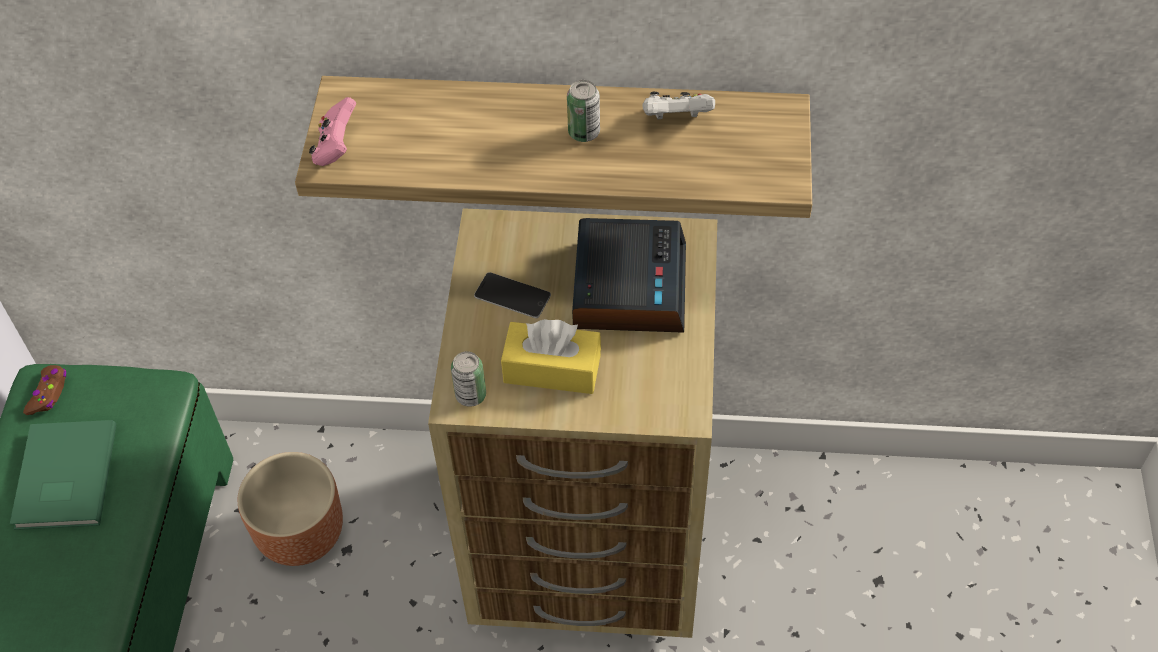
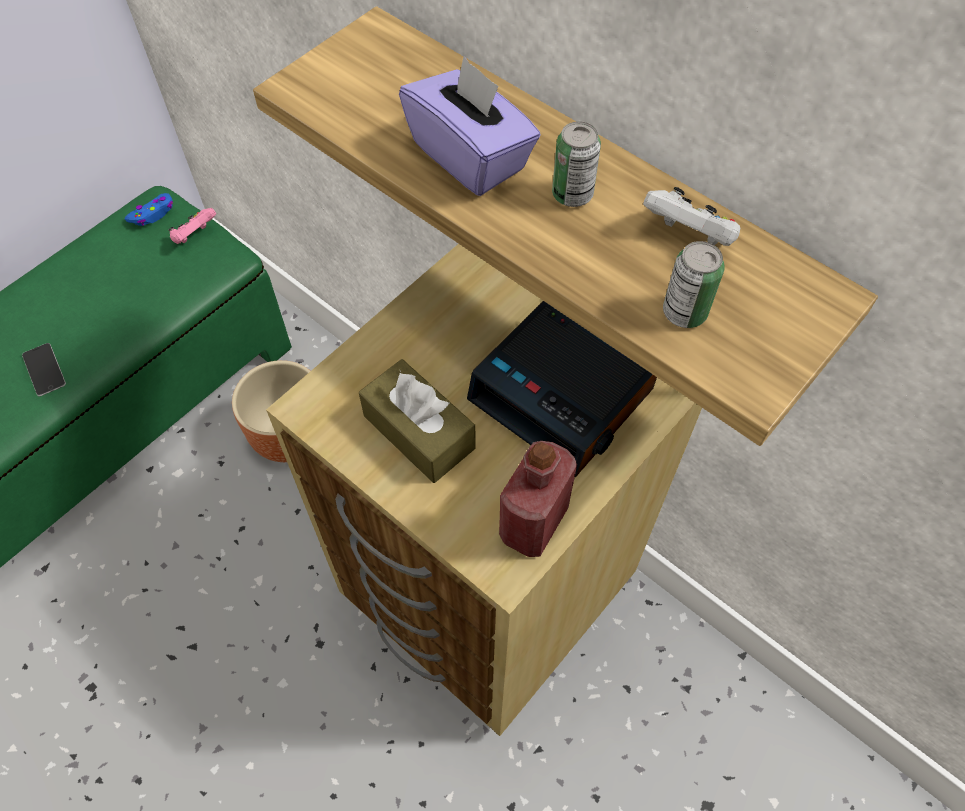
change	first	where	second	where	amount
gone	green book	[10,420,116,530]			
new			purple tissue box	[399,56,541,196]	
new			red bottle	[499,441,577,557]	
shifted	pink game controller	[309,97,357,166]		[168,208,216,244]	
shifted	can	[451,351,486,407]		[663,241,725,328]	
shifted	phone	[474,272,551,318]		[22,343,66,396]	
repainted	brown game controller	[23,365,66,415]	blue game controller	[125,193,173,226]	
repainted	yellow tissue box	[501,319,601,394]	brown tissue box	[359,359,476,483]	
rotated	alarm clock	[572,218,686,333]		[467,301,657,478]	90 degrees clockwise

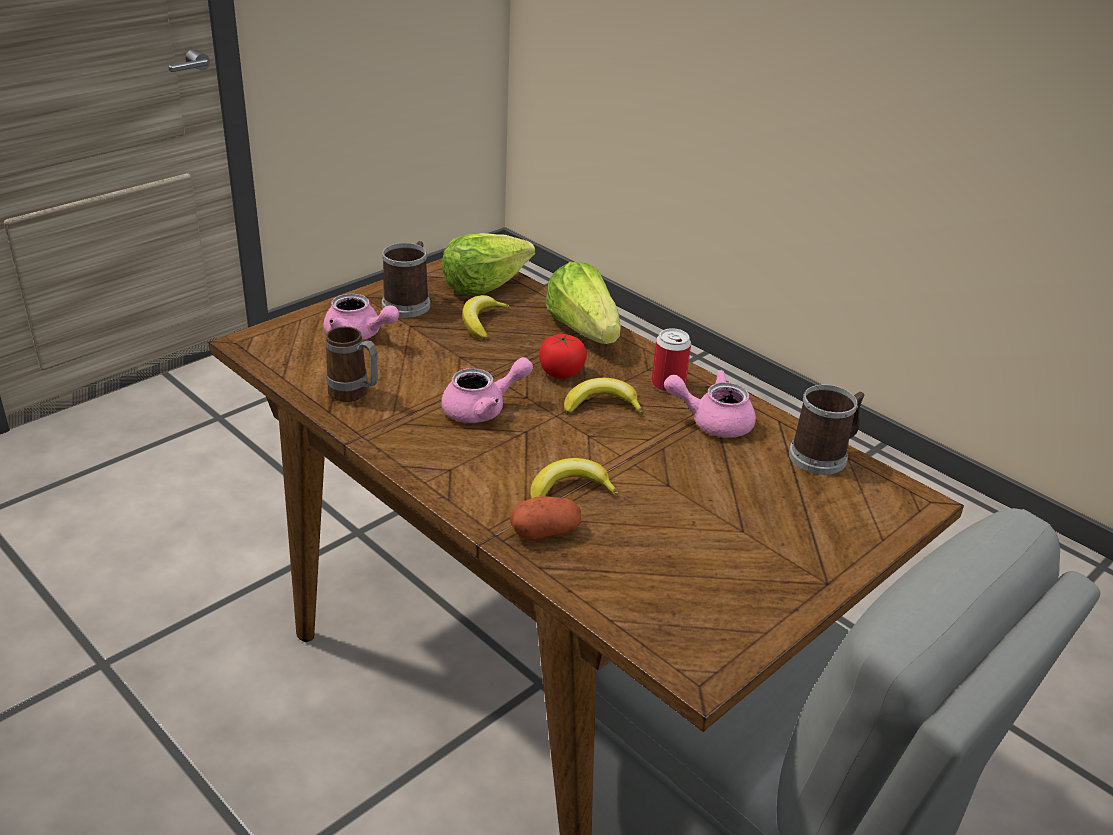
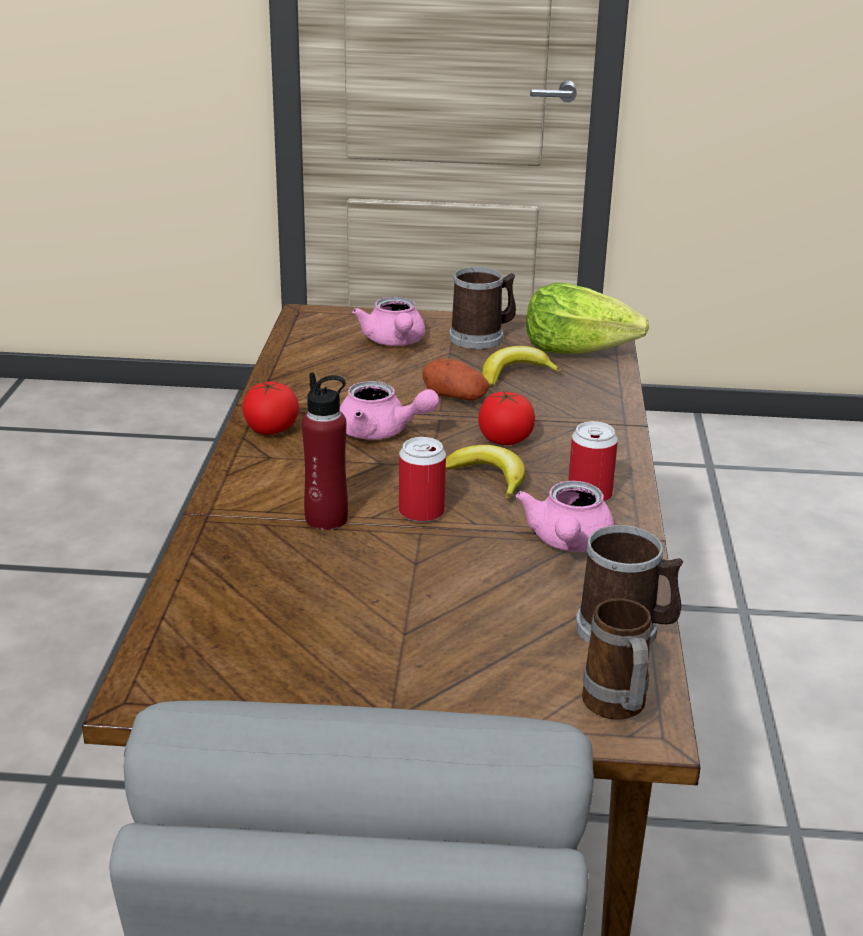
change	first	where	second	where	amount
gone	lettuce	[545,262,621,344]			
new			tomato	[242,381,299,435]	
new			can	[399,437,446,522]	
shifted	mug	[326,326,378,402]		[582,598,652,719]	
shifted	potato	[510,496,581,541]		[422,359,489,401]	
swapped	banana	[530,458,618,498]	red bottle	[302,372,348,530]	
rotated	pink teapot	[664,370,756,438]		[516,481,614,552]	135 degrees counterclockwise

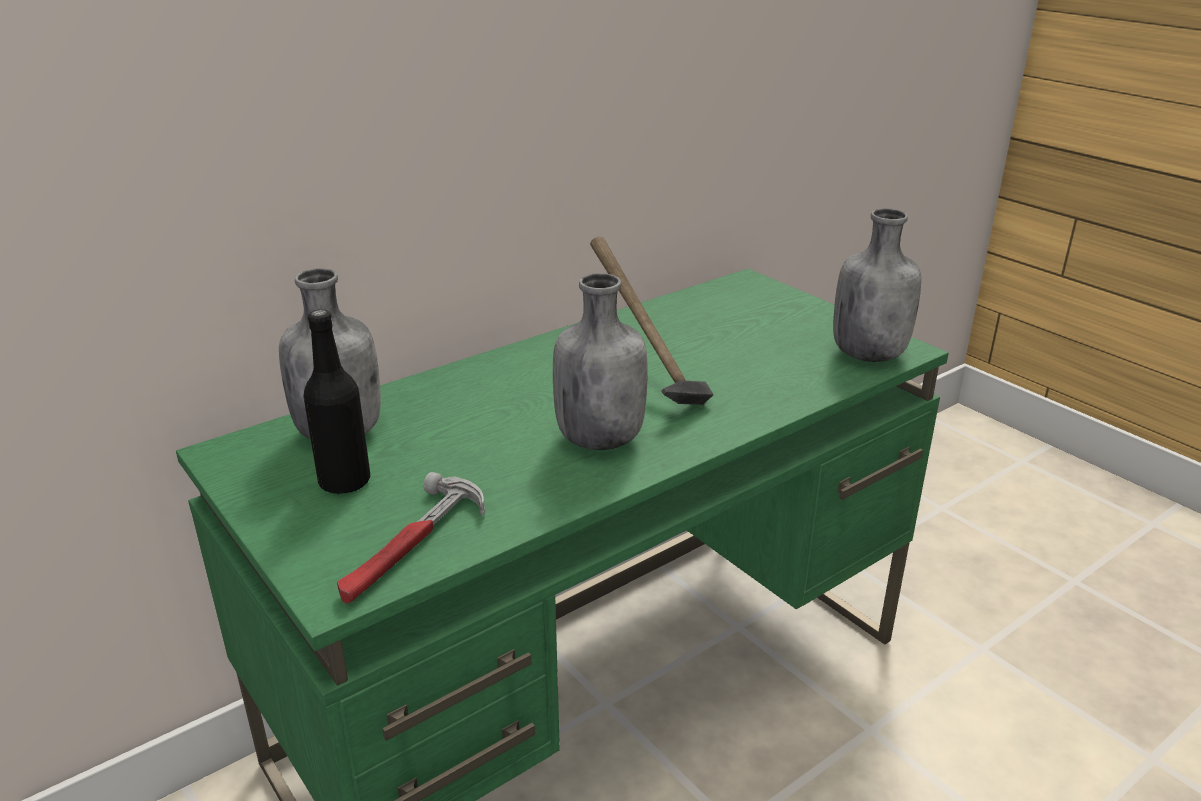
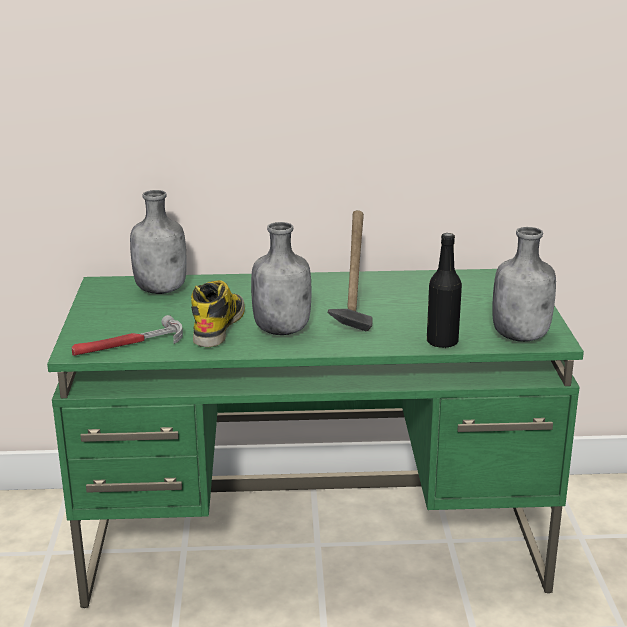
change	first	where	second	where	amount
new			boot	[191,280,245,347]	
shifted	black bottle	[303,309,370,494]		[427,233,462,348]	

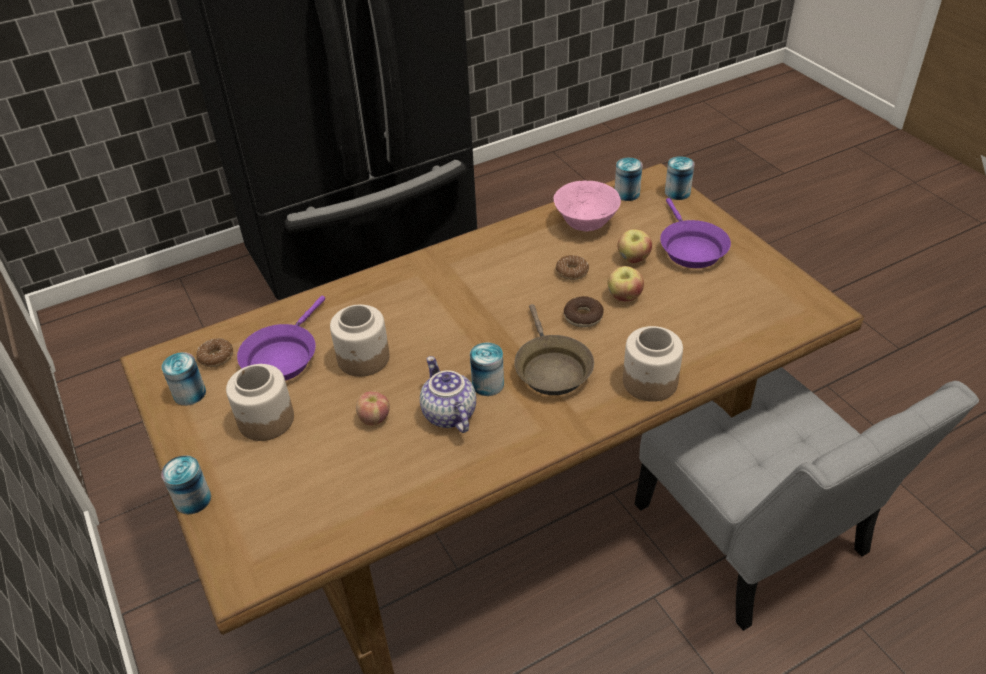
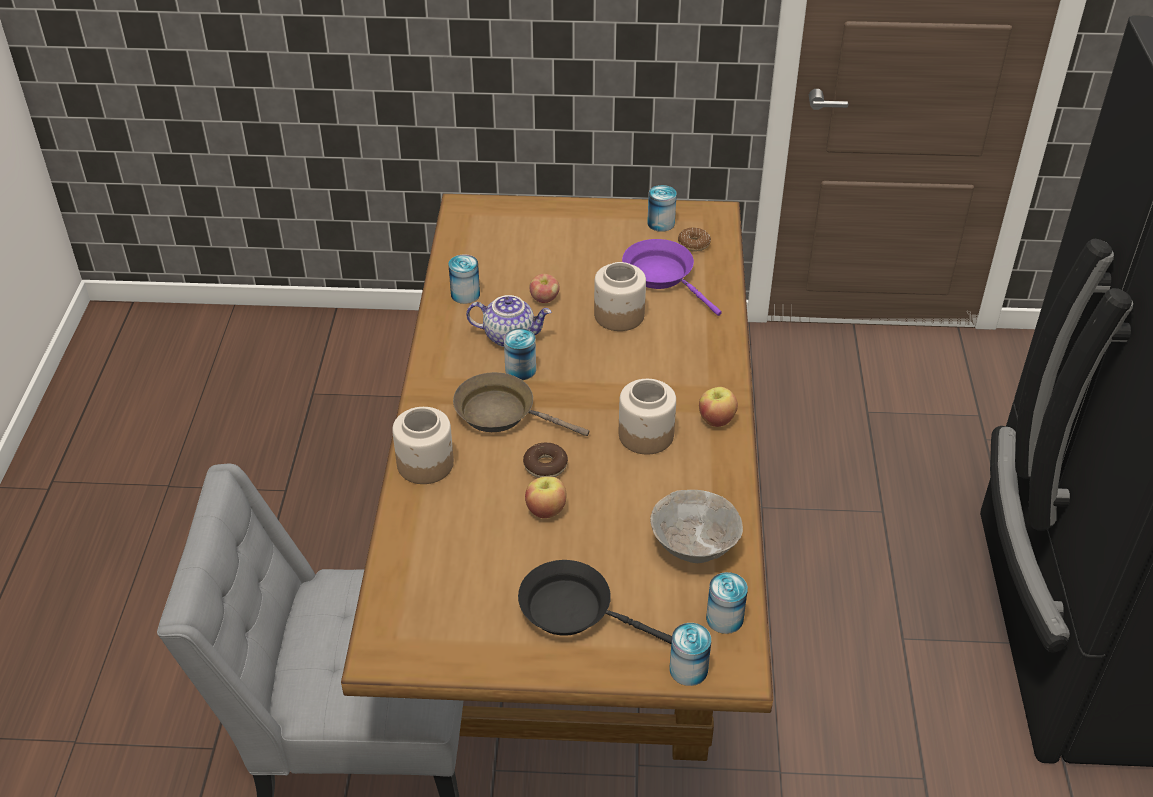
change	first	where	second	where	amount
gone	donut	[556,255,589,280]			
shifted	can	[161,455,211,514]		[449,254,480,304]	
shifted	jar	[226,364,294,441]		[619,379,676,454]	
shifted	apple	[617,229,652,263]		[699,387,738,427]	
repainted	pink bowl	[554,180,621,231]	grey bowl	[650,490,743,563]	
repainted	purple frying pan	[660,198,731,268]	black frying pan	[518,560,672,644]	

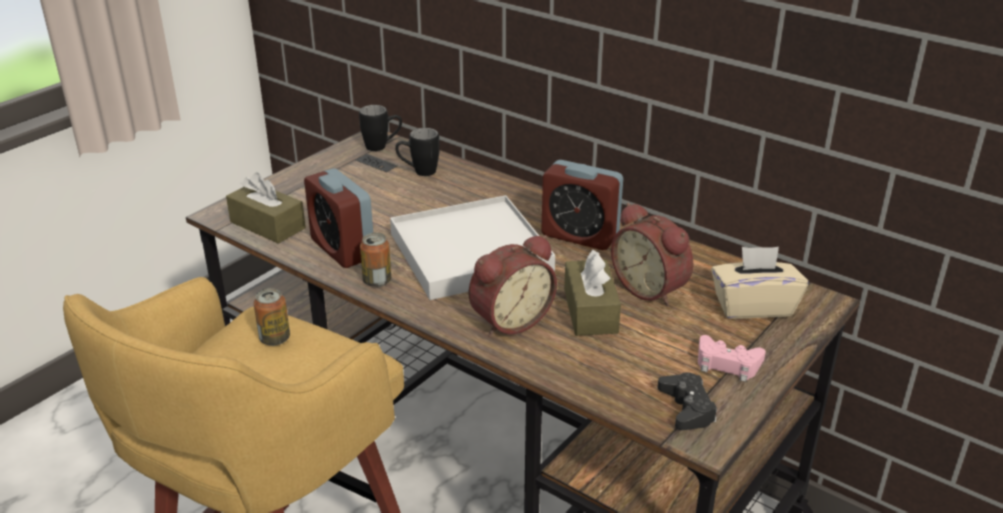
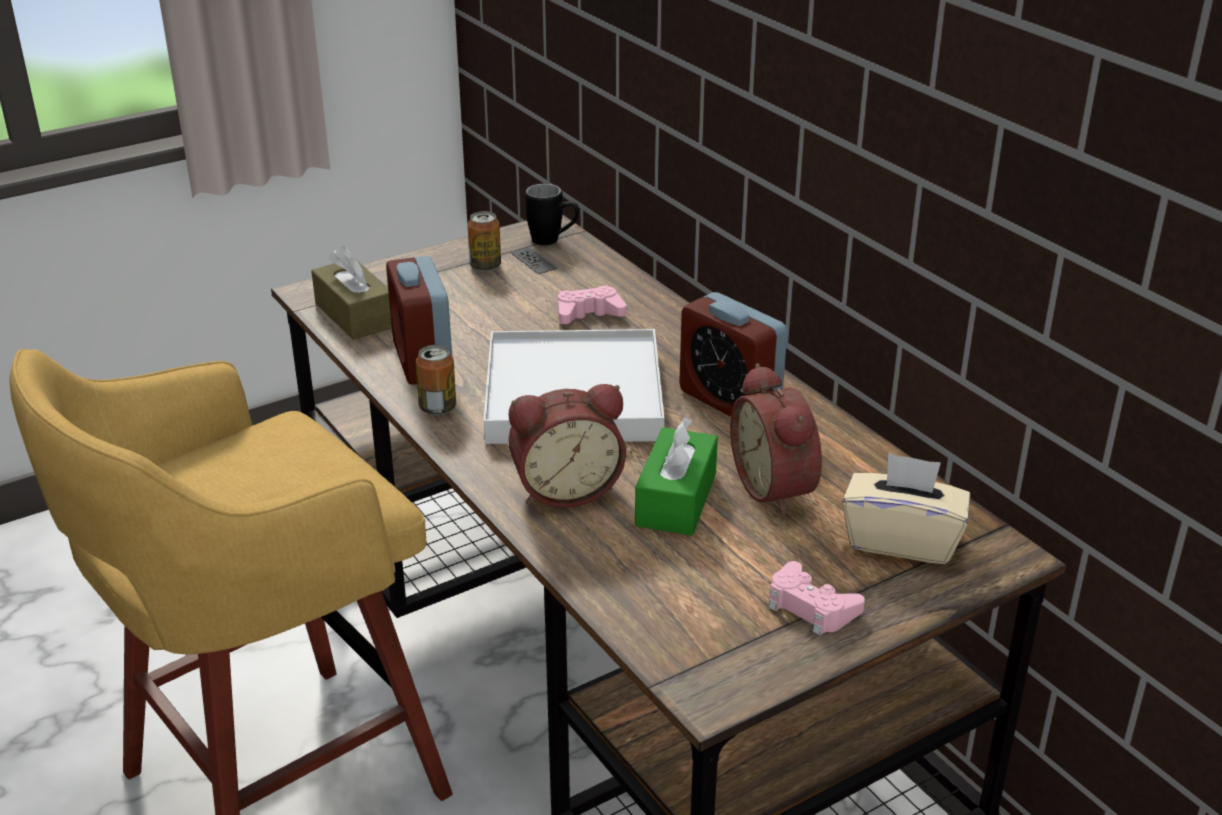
change	first	where	second	where	amount
gone	black mug	[395,128,440,176]			
gone	black game controller	[658,372,717,430]			
new			pink game controller	[558,285,626,324]	
shifted	can	[254,288,290,346]		[468,211,501,272]	
repainted	brown tissue box	[564,250,621,336]	green tissue box	[635,417,718,536]	

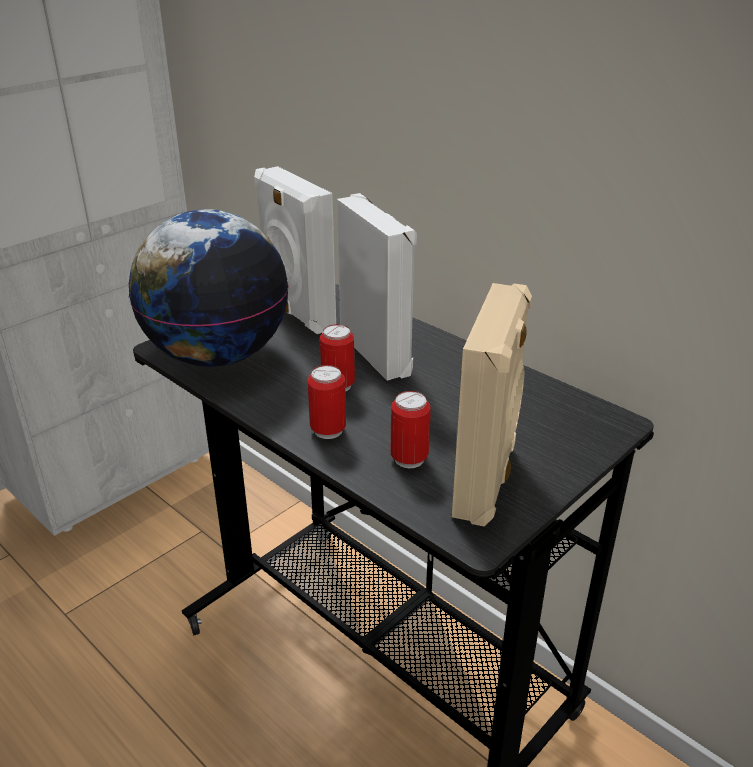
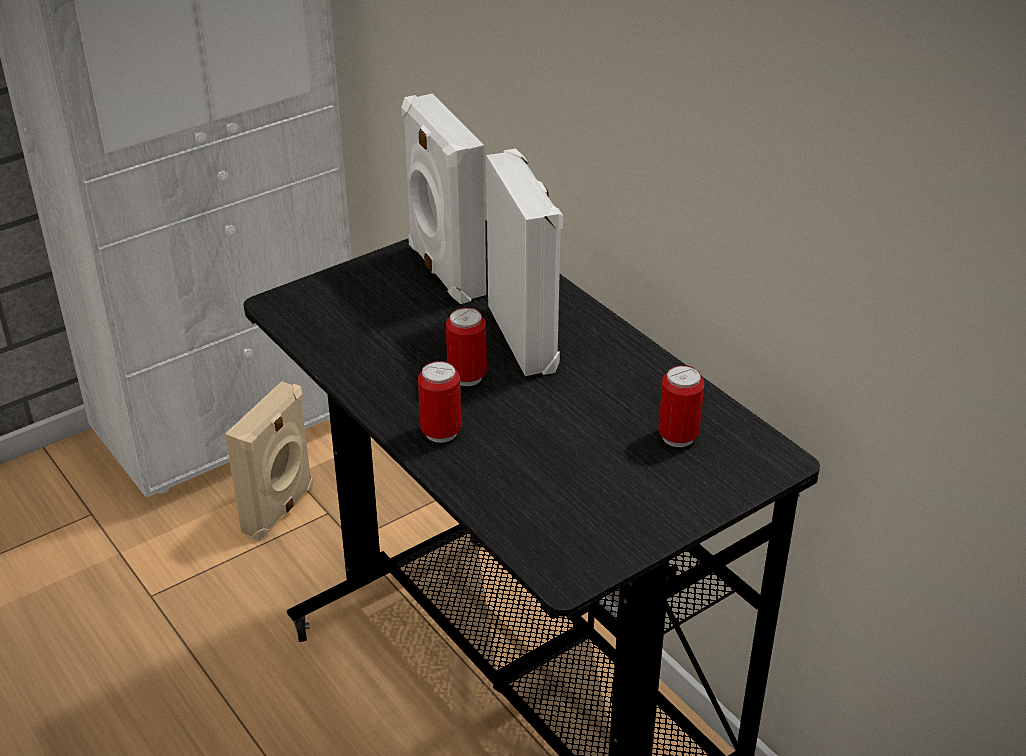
change	first	where	second	where	amount
gone	globe	[129,209,289,367]			
shifted	can	[391,391,431,468]		[658,365,704,447]	
shifted	beige speaker	[452,283,532,526]		[225,381,313,541]	

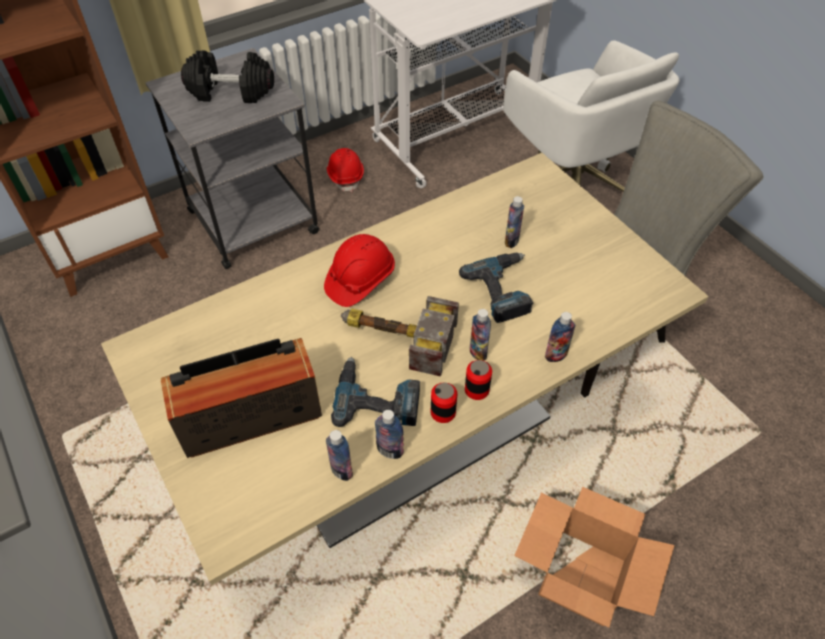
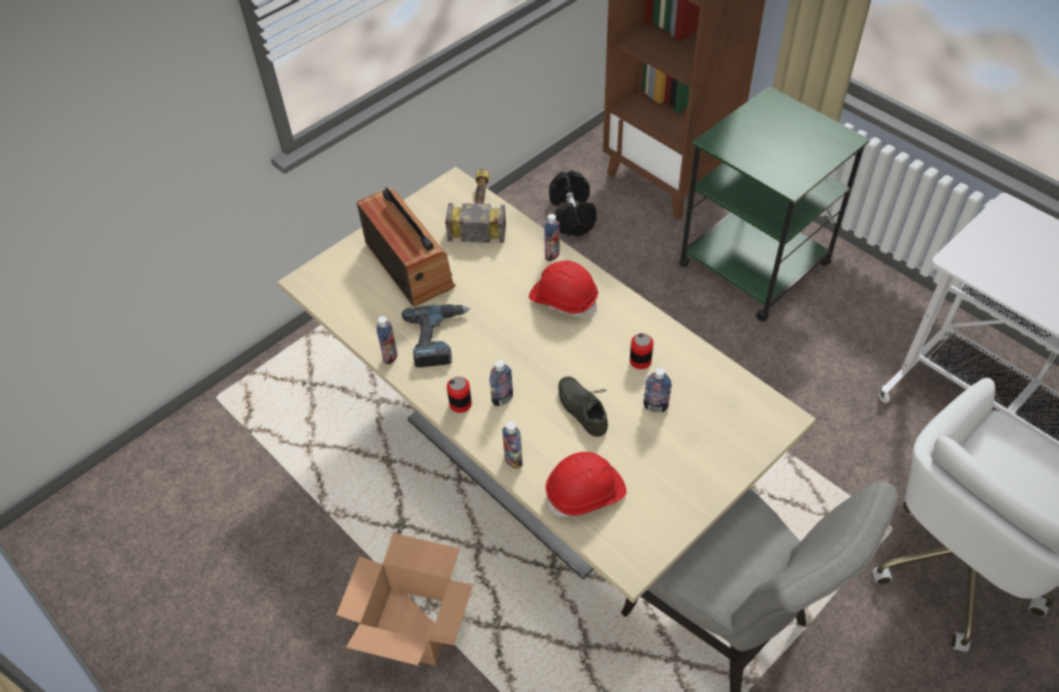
change	first	where	second	where	amount
shifted	black dumbbell	[181,50,274,103]		[549,170,597,236]	
shifted	bottle	[326,430,353,481]		[544,214,560,261]	
shifted	red hard hat	[327,148,364,192]		[546,452,627,517]	
shifted	hammer	[341,296,459,377]		[445,168,506,243]	
shifted	can	[431,382,457,423]		[630,333,653,369]	
swapped	power drill	[459,253,534,323]	grey shoe	[558,376,608,437]	
repainted	grey cart	[145,48,320,269]	green cart	[679,86,870,321]	

